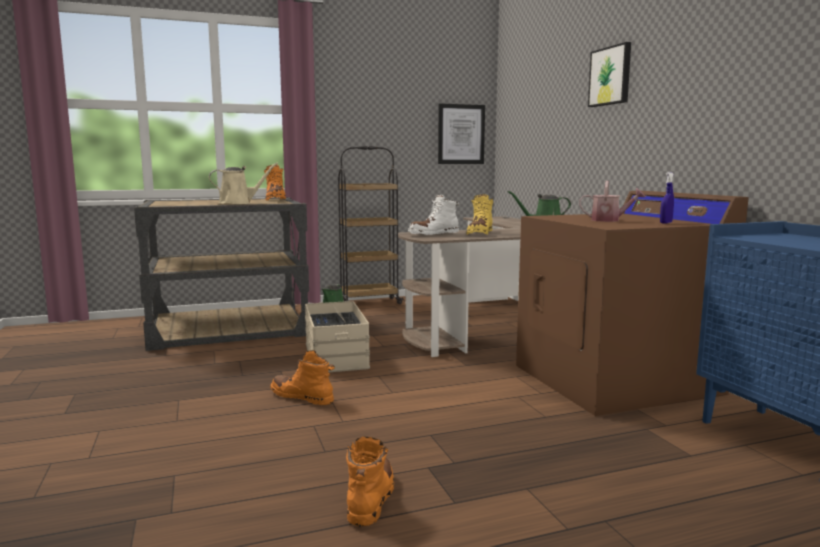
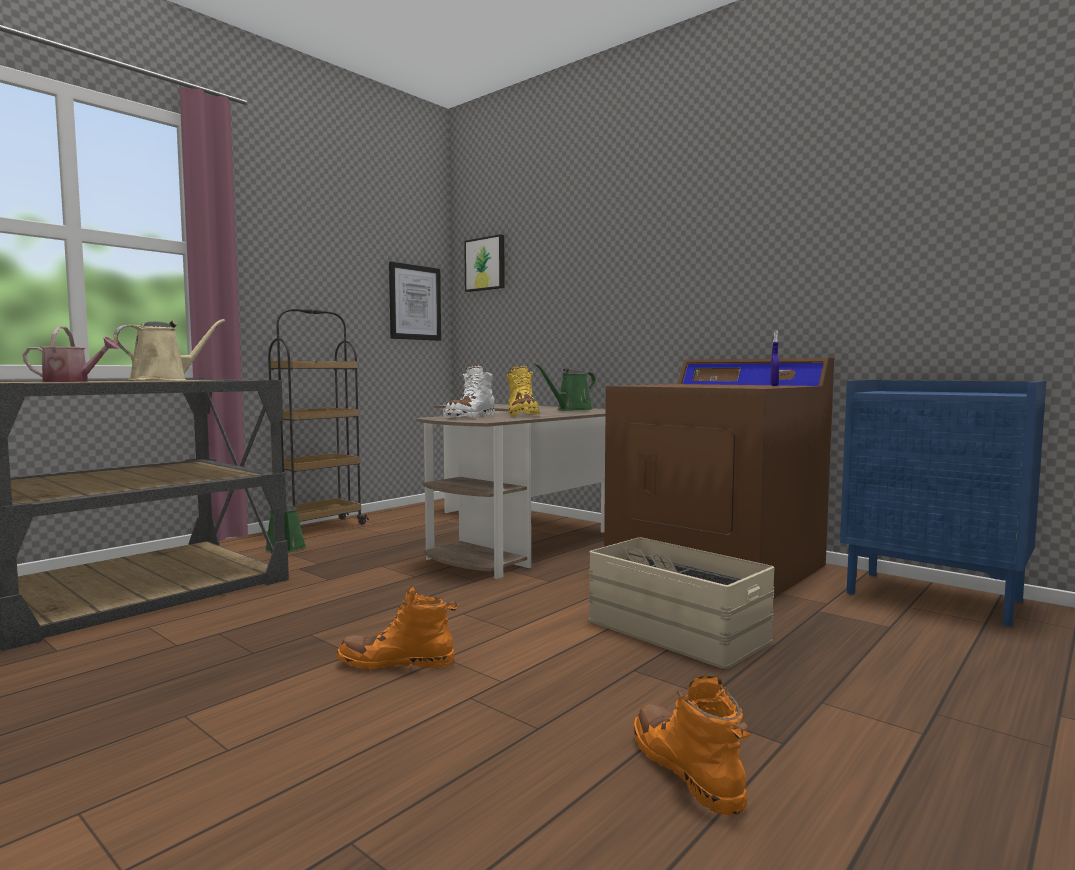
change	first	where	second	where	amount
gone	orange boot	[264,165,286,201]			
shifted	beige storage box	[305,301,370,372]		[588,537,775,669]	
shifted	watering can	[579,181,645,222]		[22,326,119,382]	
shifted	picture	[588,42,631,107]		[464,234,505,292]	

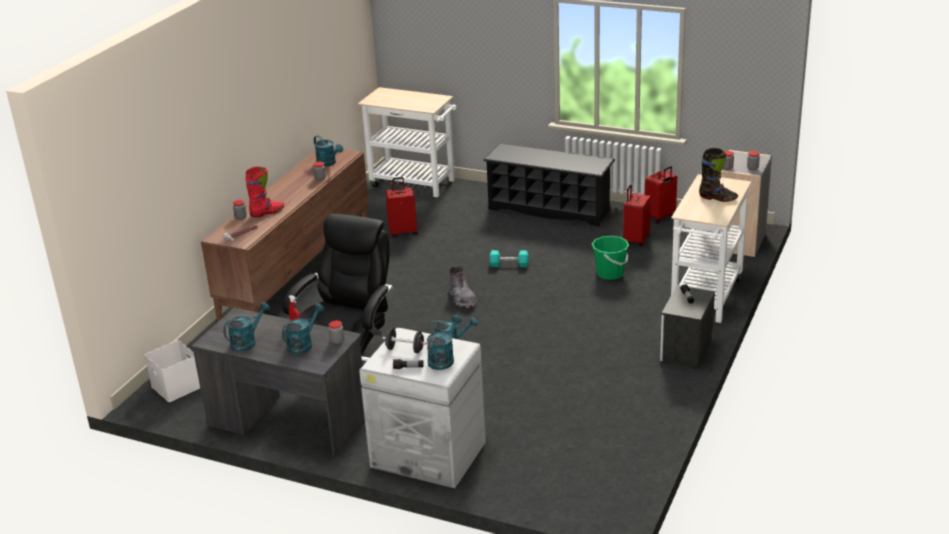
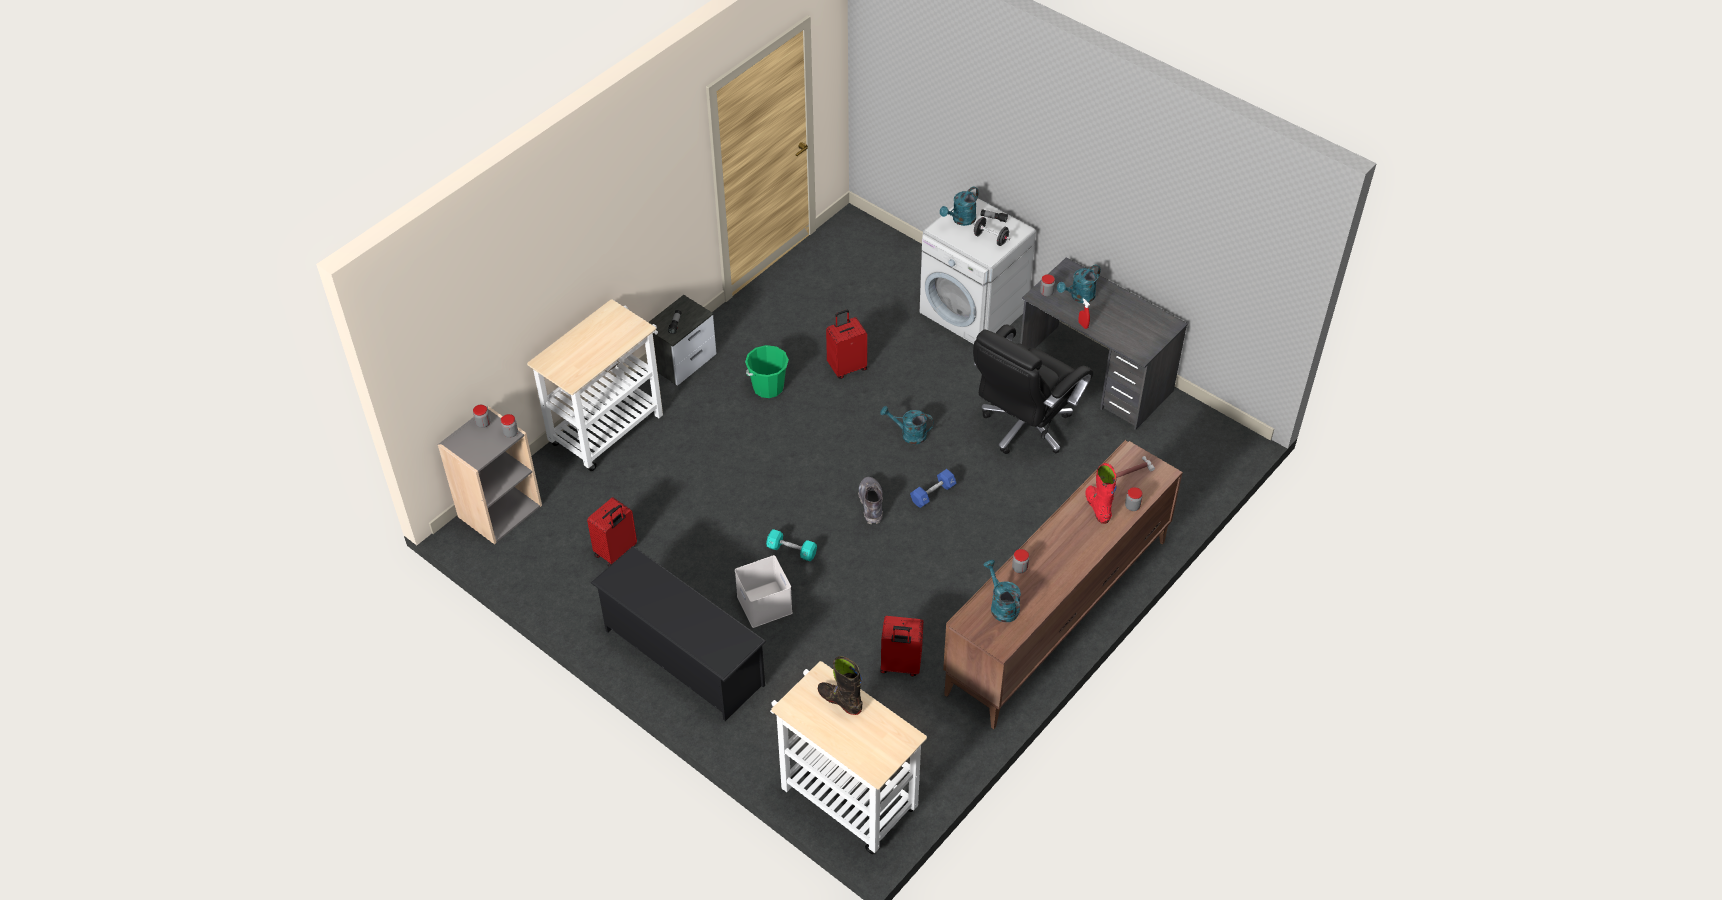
change	first	where	second	where	amount
gone	turquoise watering can	[223,302,270,352]			
new			blue dumbbell	[910,469,957,508]	
shifted	white storage box	[145,340,200,402]		[735,555,793,628]	
shifted	green bucket	[592,236,629,280]		[745,345,789,398]	
shifted	red suitcase	[645,166,677,224]		[826,310,867,379]	
shifted	black boot	[699,148,738,202]		[818,656,863,715]	
rotated	red boot	[246,167,284,218]		[1085,463,1117,524]	90 degrees clockwise

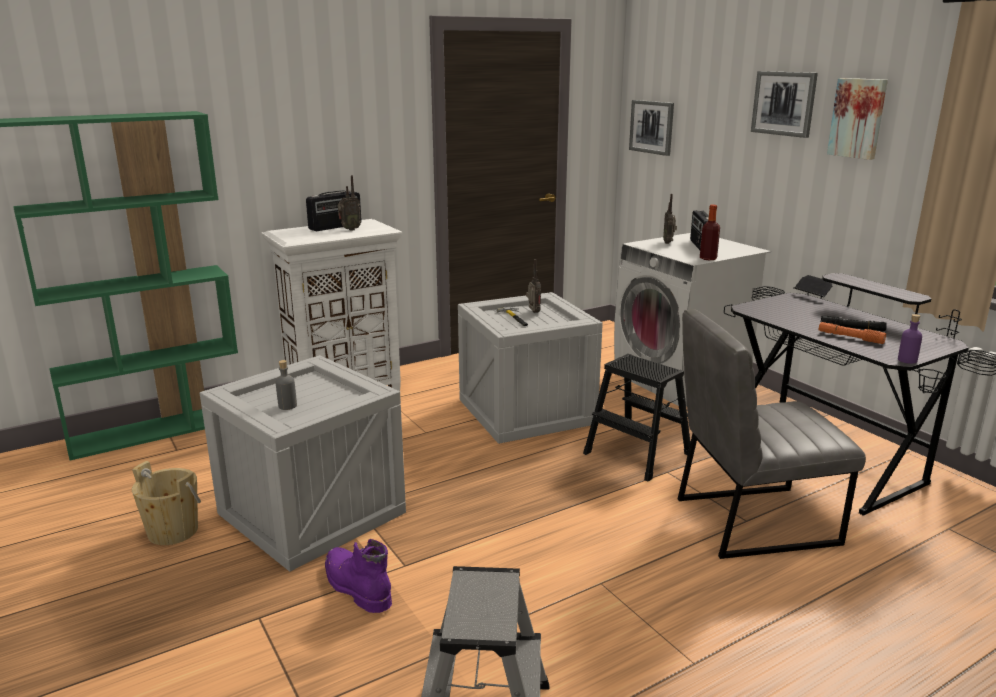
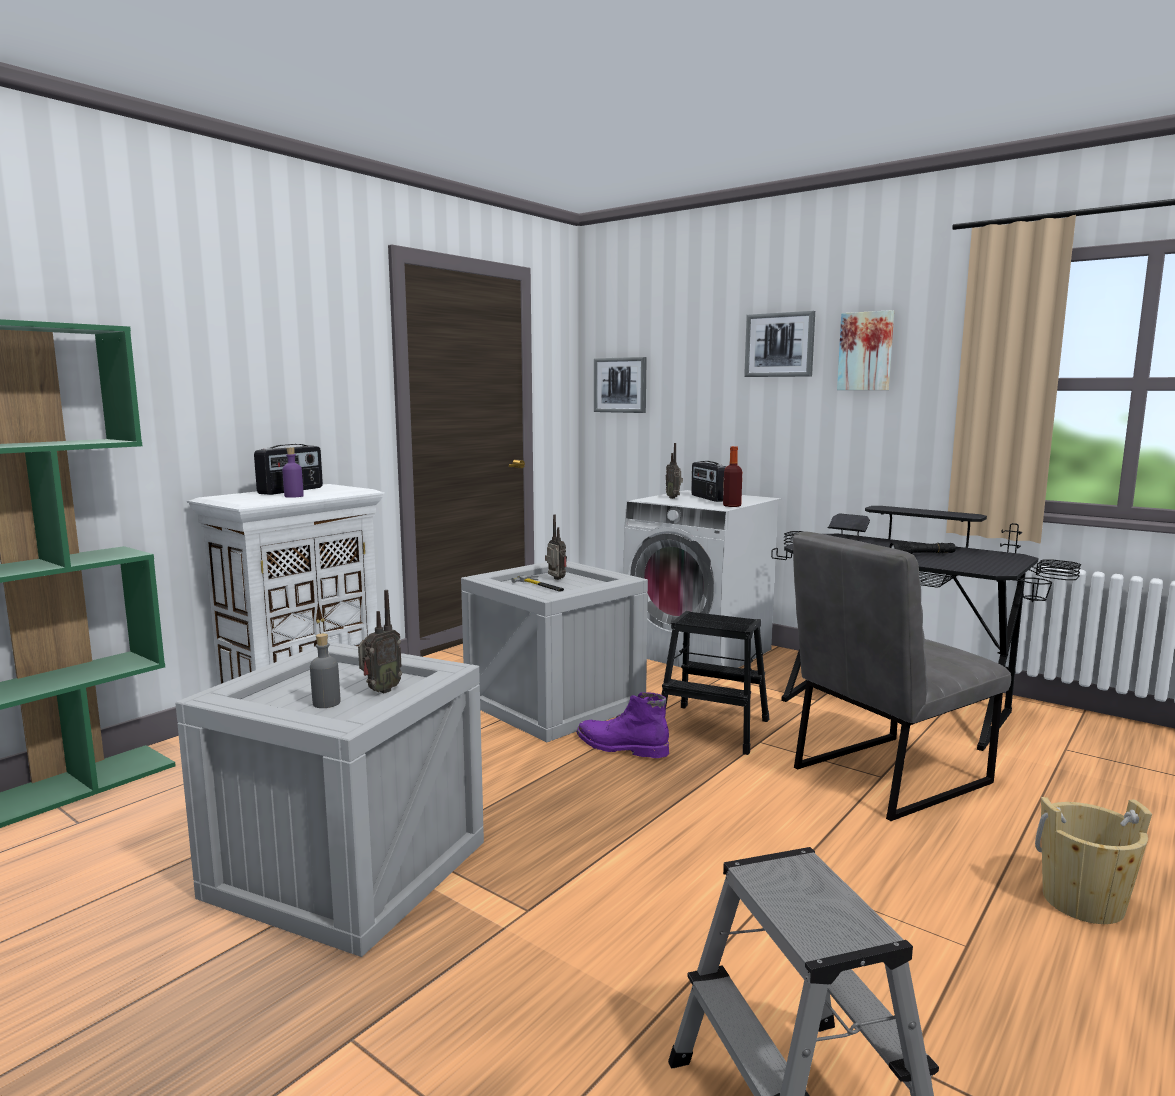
change	first	where	second	where	amount
gone	orange flashlight	[819,322,886,344]			
shifted	beige bucket	[132,461,201,545]		[1035,797,1152,924]	
shifted	purple boot	[325,539,392,613]		[576,692,669,758]	
shifted	radio	[338,175,361,231]		[358,590,402,694]	
shifted	purple bottle	[898,314,922,364]		[282,447,304,498]	

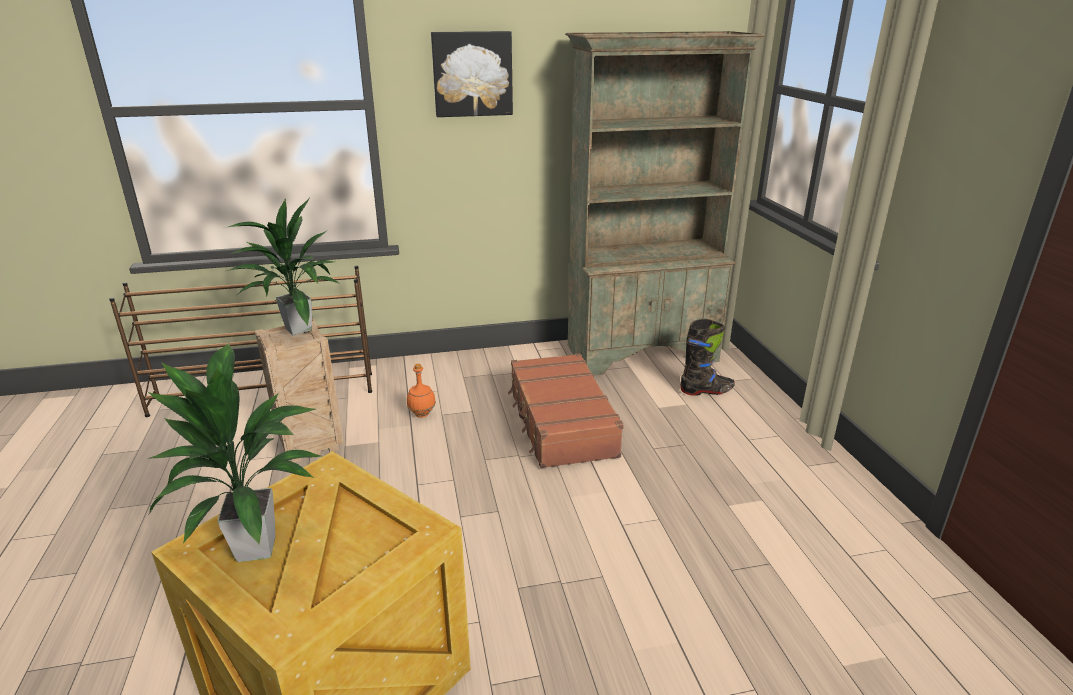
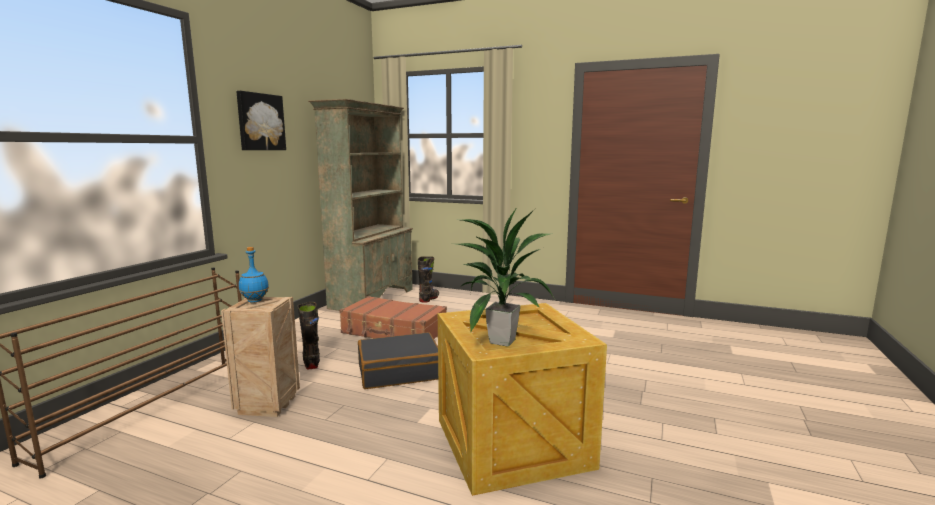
change	first	where	second	where	amount
new			black suitcase	[358,332,438,389]	
swapped	potted plant	[227,198,341,335]	blue bottle	[239,247,269,302]	
swapped	orange bottle	[407,364,436,418]	black boot	[298,302,320,369]	

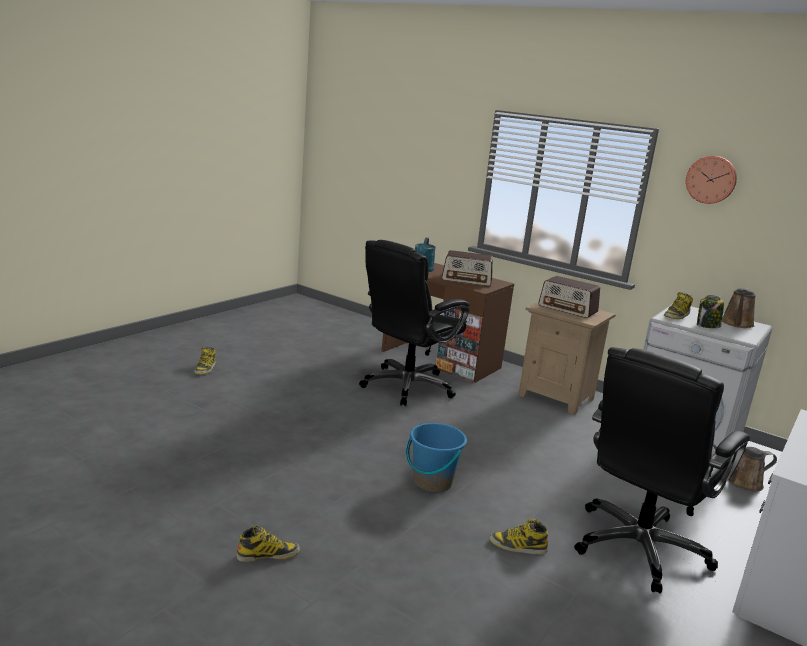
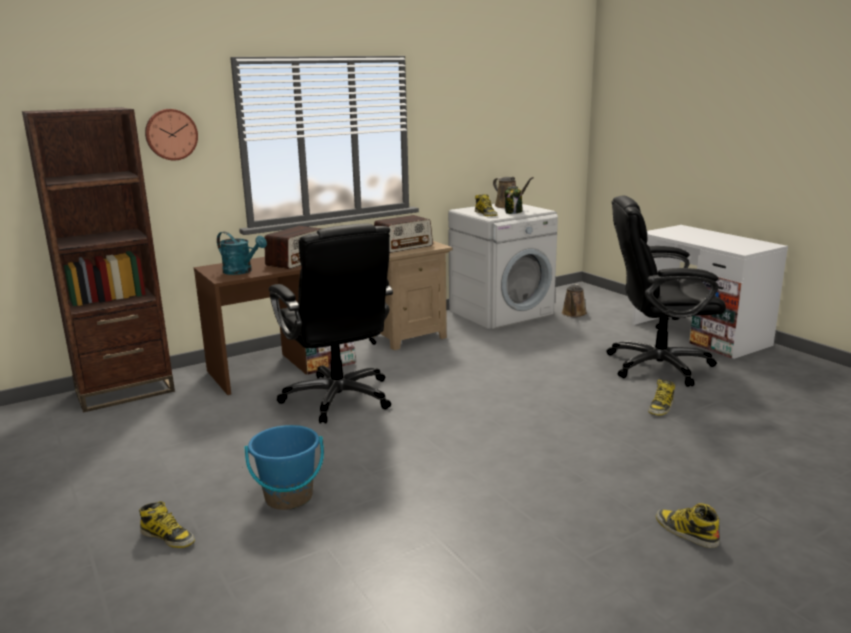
change	first	where	second	where	amount
new			brown bookcase	[22,107,175,413]	
shifted	blue bucket	[406,423,467,492]		[244,425,324,510]	
shifted	wall clock	[686,156,737,204]		[145,109,198,161]	
rotated	boot	[236,525,300,562]		[656,503,720,548]	45 degrees counterclockwise
rotated	black office chair	[574,347,750,594]		[606,196,726,387]	120 degrees clockwise

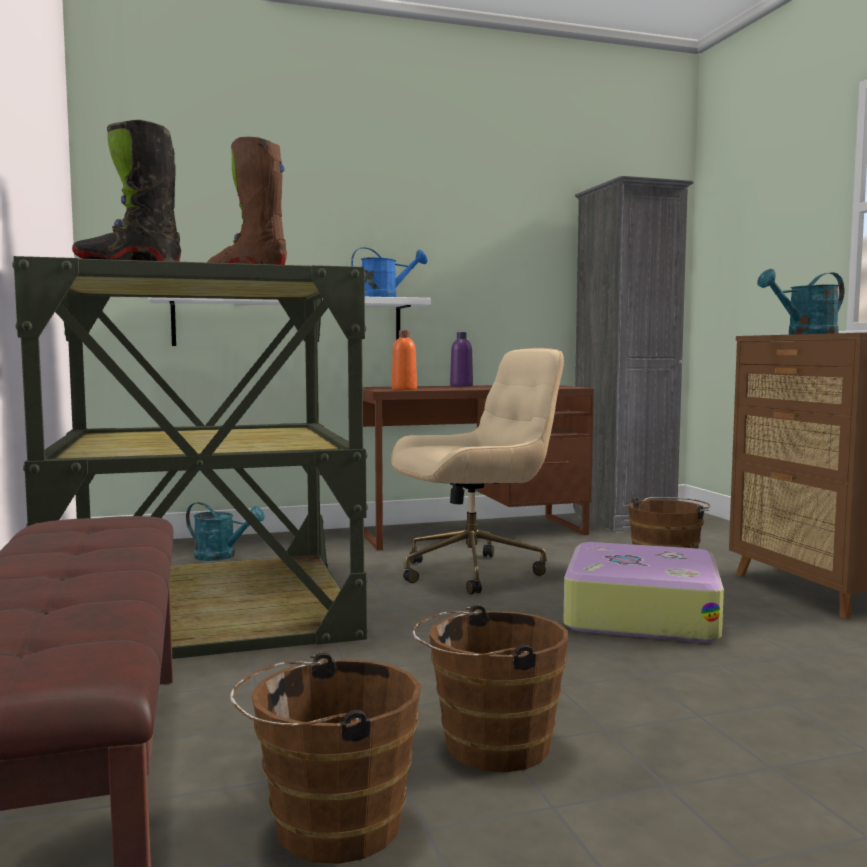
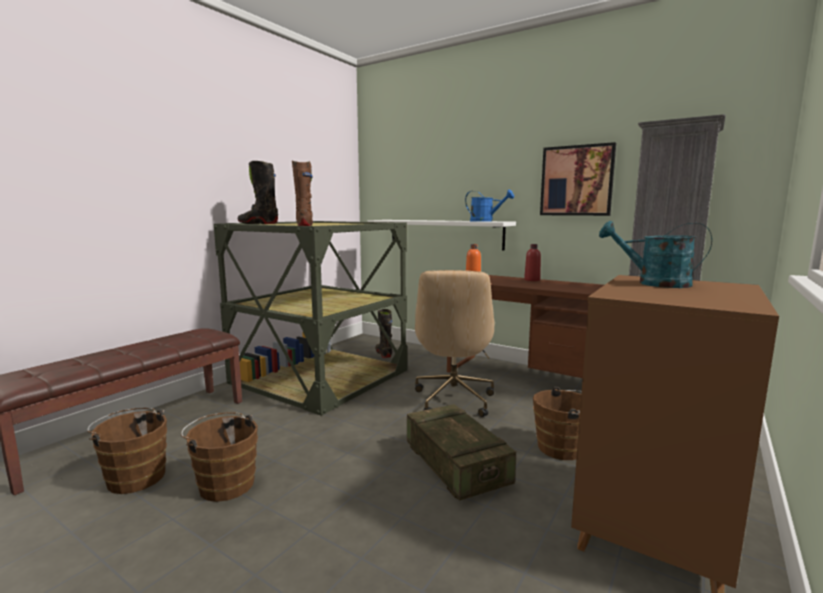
change	first	where	second	where	amount
new			picture	[540,142,616,216]	
swapped	turquoise watering can	[186,502,265,561]	black boot	[375,309,393,358]	
swapped	suitcase	[563,542,724,643]	crate	[407,404,516,500]	
repainted	purple bottle	[450,332,473,387]	red bottle	[524,244,541,281]	
rotated	beige office chair	[391,348,564,594]		[415,270,494,417]	75 degrees clockwise

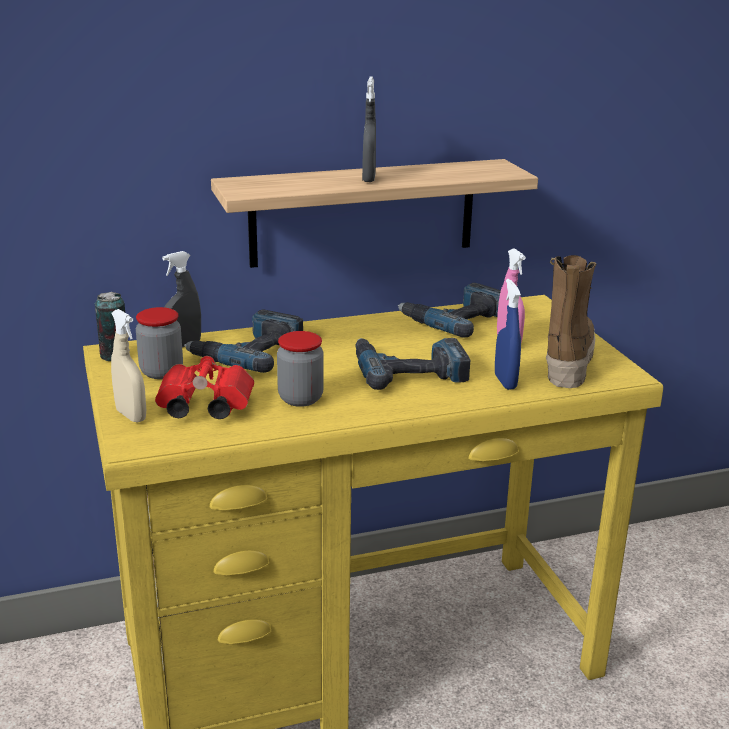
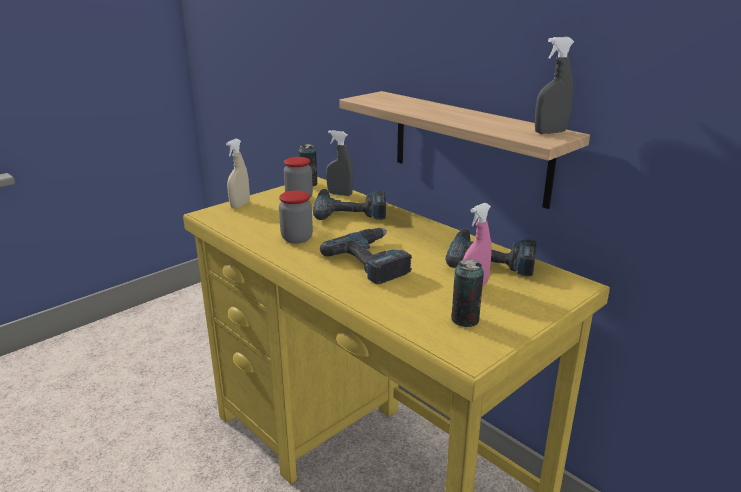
change	first	where	second	where	amount
gone	red binoculars	[155,356,254,419]			
gone	blue spray bottle	[495,279,521,390]			
shifted	grey spray bottle	[362,77,376,182]		[535,37,574,134]	
swapped	boot	[546,255,596,388]	can	[451,259,484,327]	

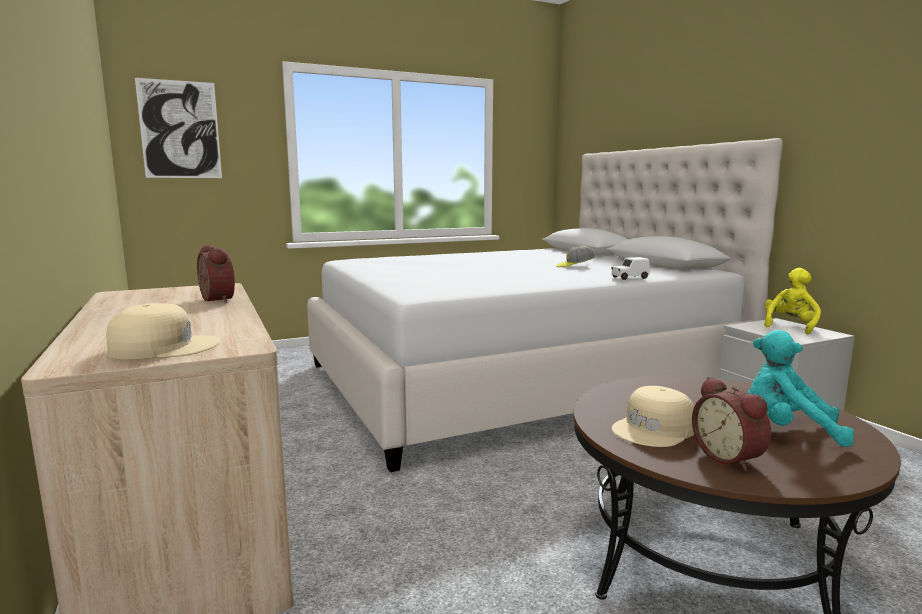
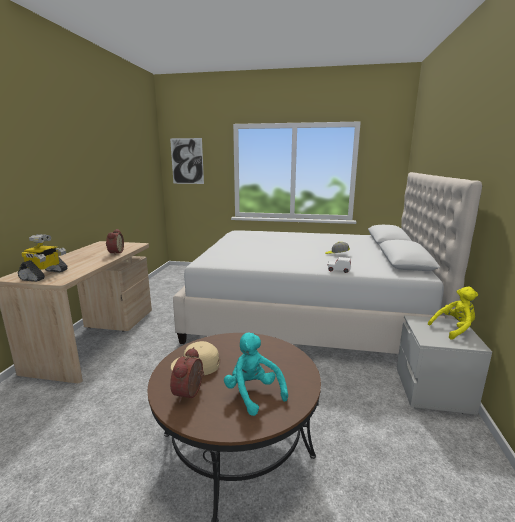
change	first	where	second	where	amount
swapped	beige cap	[106,303,221,360]	toy robot	[18,234,68,282]	

